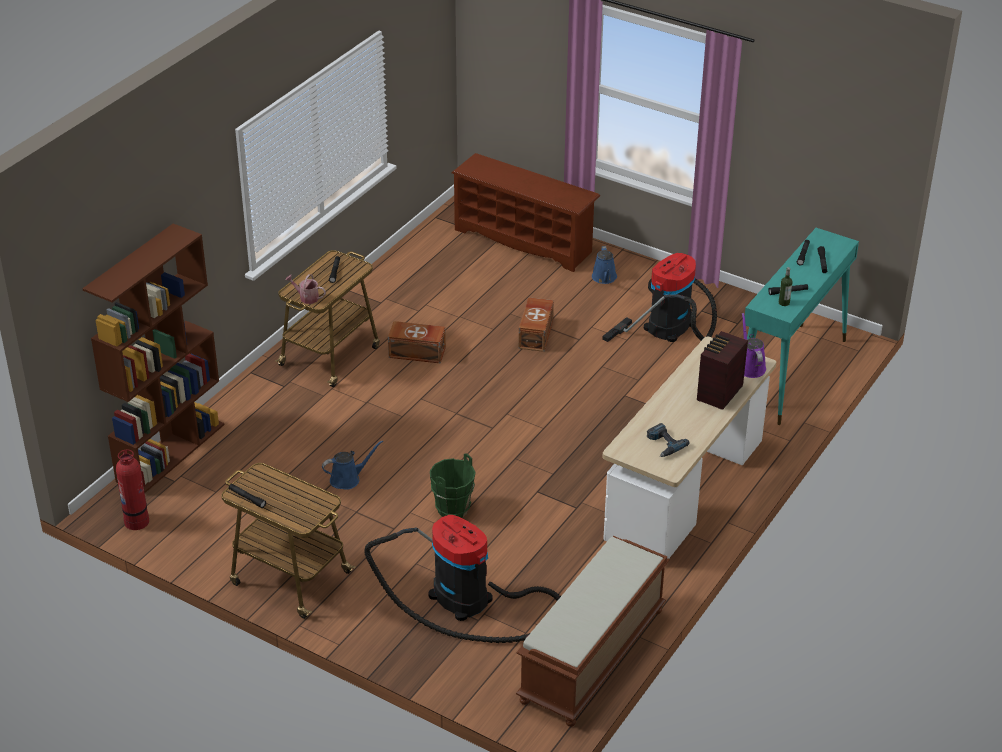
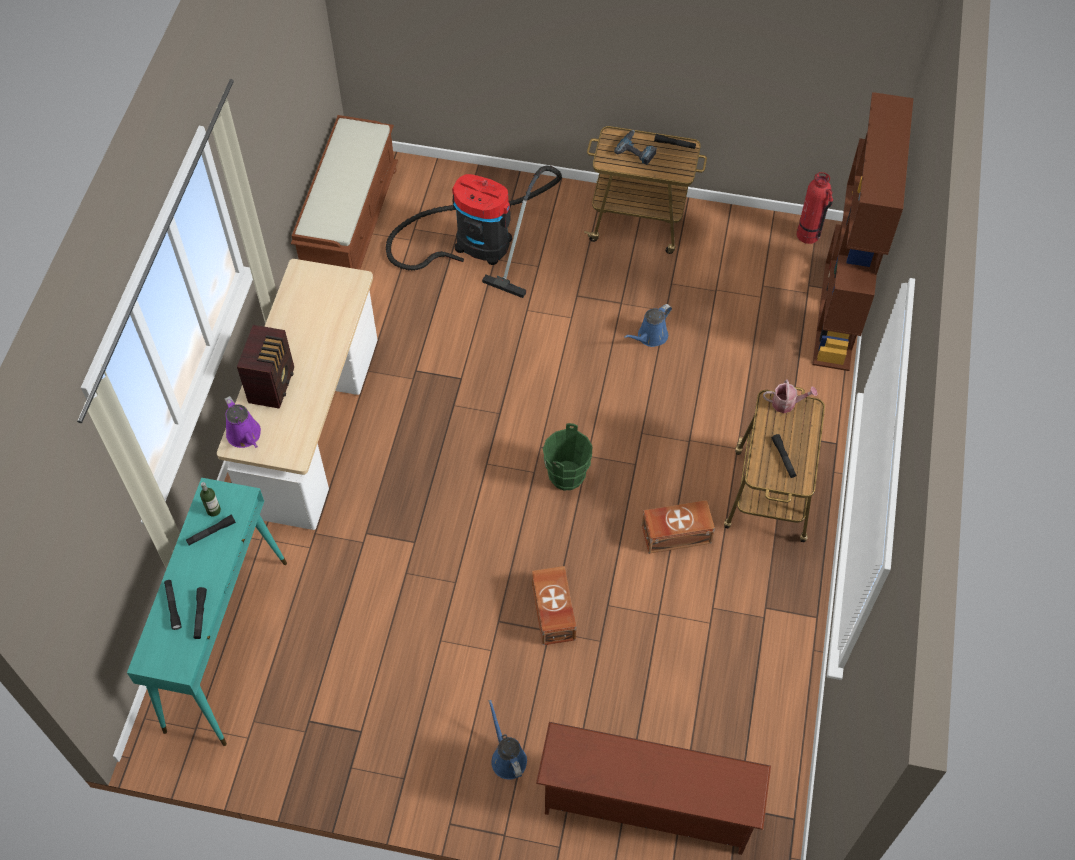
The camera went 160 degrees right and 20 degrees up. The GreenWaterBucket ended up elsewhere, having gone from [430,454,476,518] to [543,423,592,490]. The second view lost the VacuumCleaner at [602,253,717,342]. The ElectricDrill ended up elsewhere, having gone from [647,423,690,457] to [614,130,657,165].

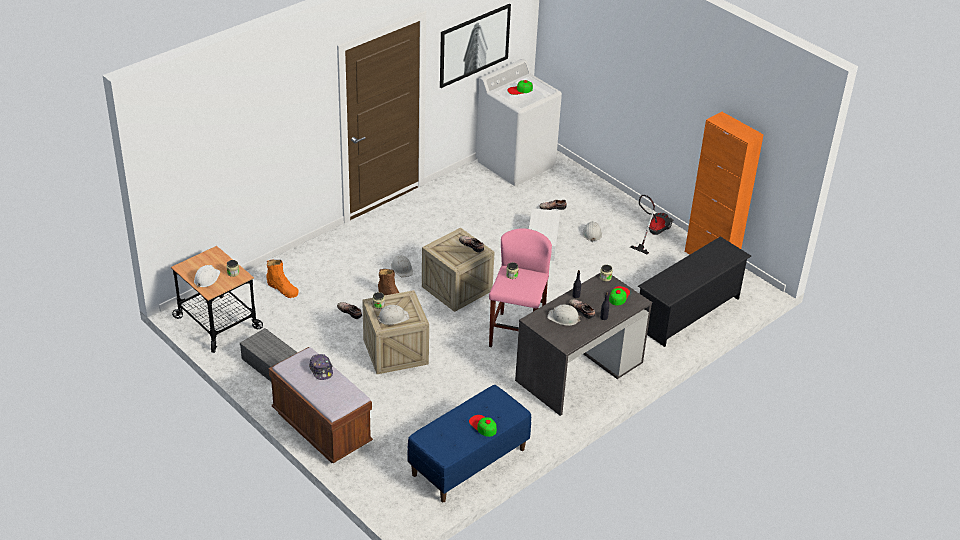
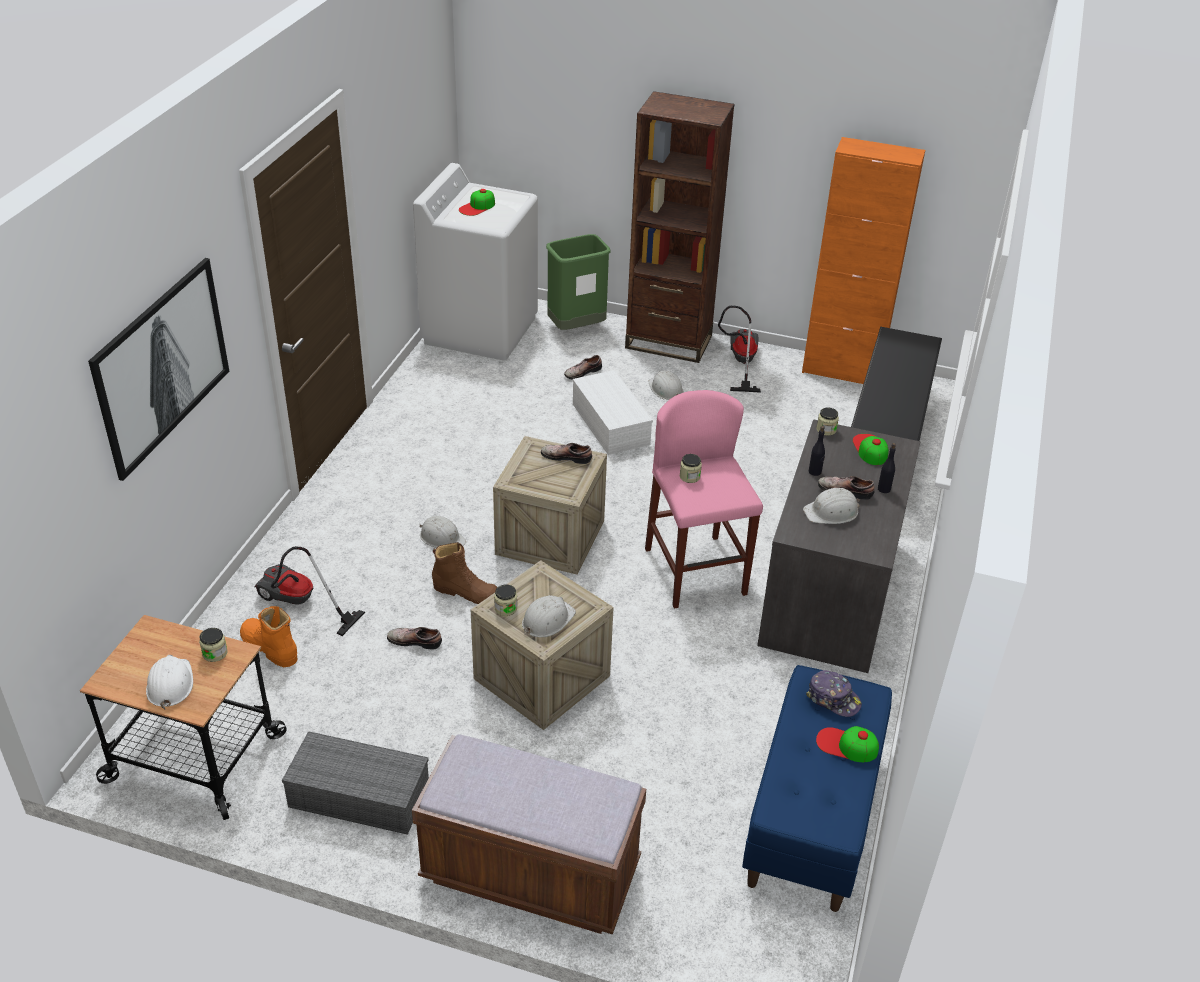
The camera went 30 degrees left and 0 degrees up. The OrangeHighTopBoot at [266,260,299,298] ended up facing another way, 150 degrees counterclockwise from before. The Cap ended up elsewhere, having gone from [309,354,333,380] to [806,670,862,717]. The Picture ended up elsewhere, having gone from [440,4,511,88] to [88,258,229,481]. The second view gained the VacuumCleaner at [254,546,365,636]. The second view gained the GreenWasteBin at [546,234,611,330]. The second view gained the BrownishShelvingUnit at [625,91,735,363].

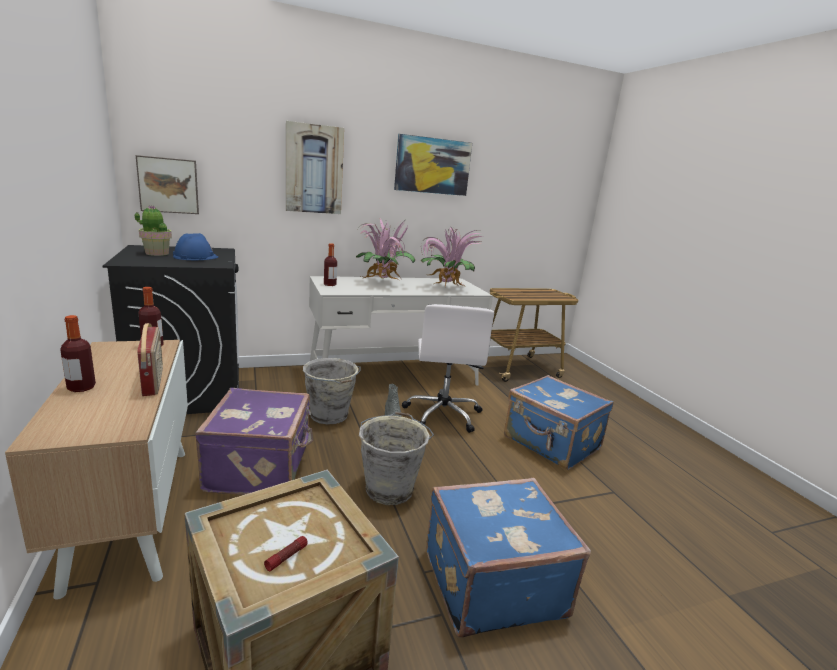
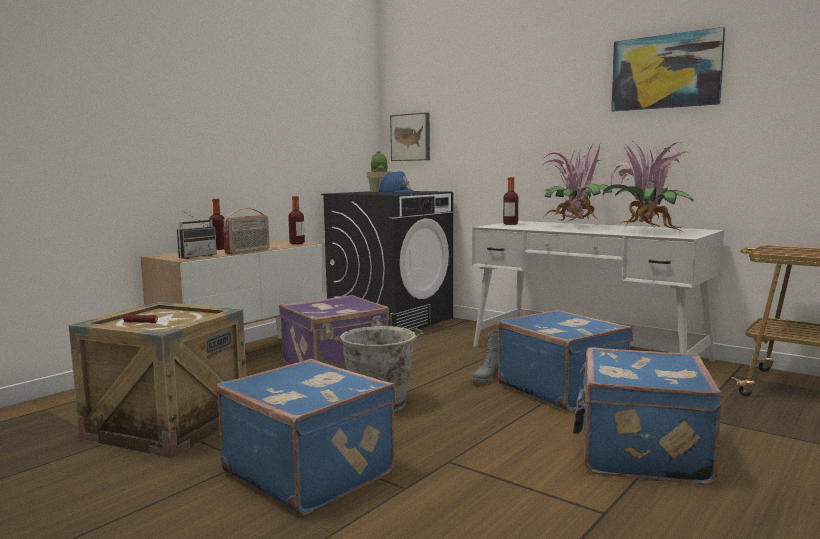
The camera went 60 degrees right and 10 degrees down. The second view lost the Picture at [286,121,344,214]. The second view lost the GrayWaterBucket at [303,358,361,425]. Where the WhiteComputerChair stood at [402,304,494,433], the BlueTravelCase came to stand at [498,310,633,411]. The second view gained the RadioReceiver at [177,211,217,259].

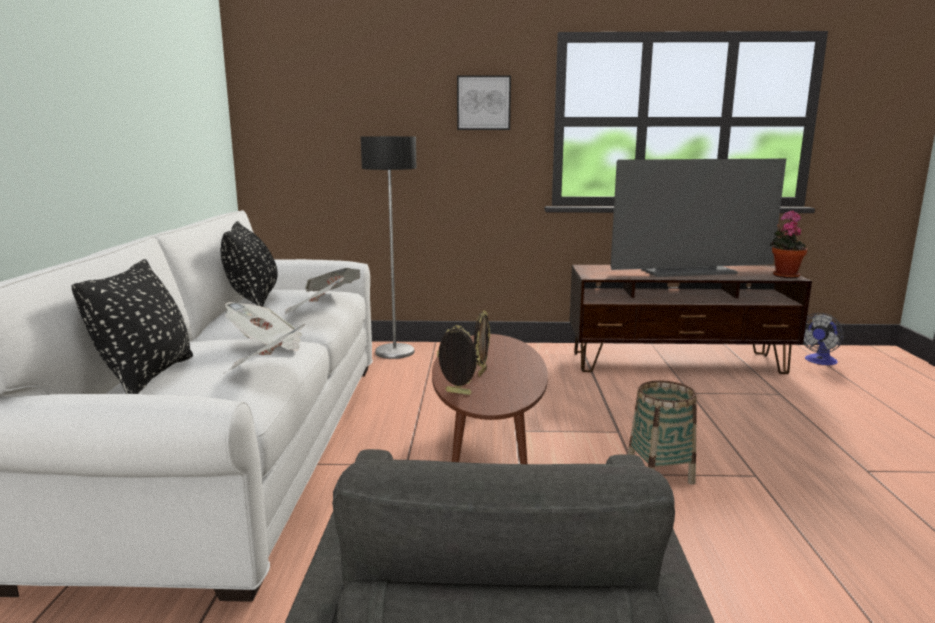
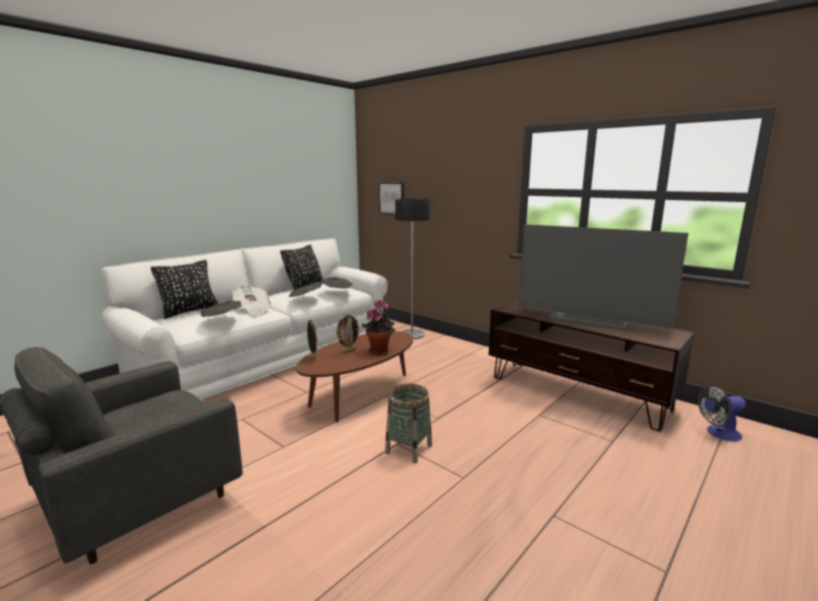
The camera went 40 degrees right and 0 degrees up. The Picture ended up elsewhere, having gone from [457,75,511,130] to [379,183,404,214]. The Houseplant ended up elsewhere, having gone from [770,211,807,278] to [362,299,395,355].

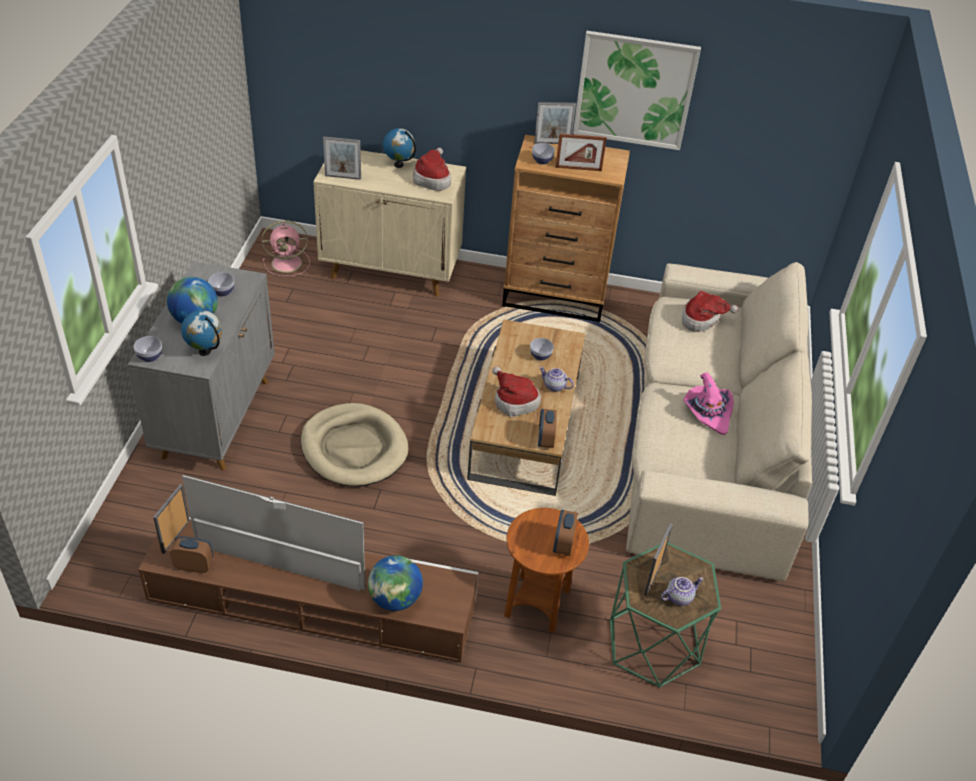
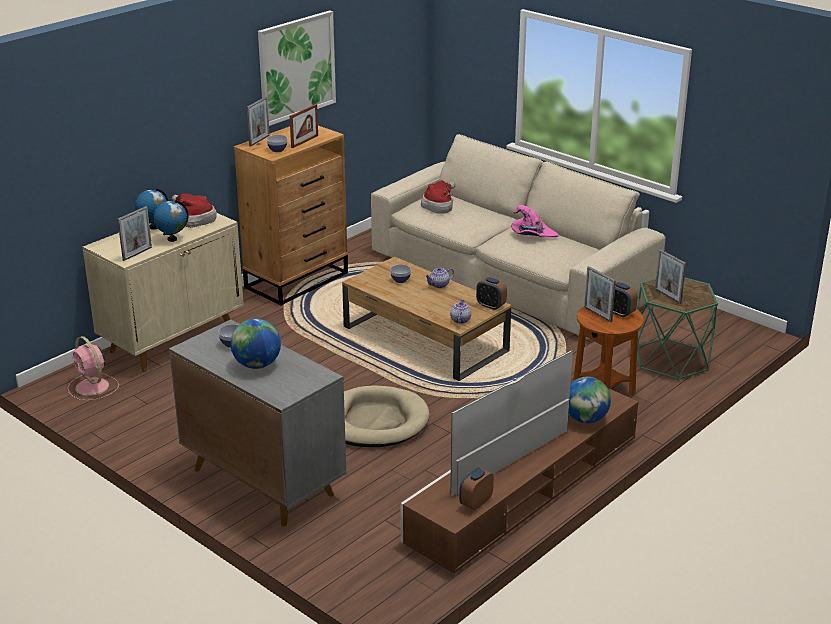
The camera went 55 degrees left and 15 degrees down. The second view lost the DeepDish at [134,336,162,362]. The PictureFrame ended up elsewhere, having gone from [153,484,190,554] to [584,266,616,322]. The DeskGlobe ended up elsewhere, having gone from [181,310,222,356] to [154,200,188,242]. The PinkColouredCoolingFan at [262,221,310,276] ended up facing another way, 120 degrees clockwise from before. The second view lost the ClothingHat at [492,366,541,417]. The TeaPot ended up elsewhere, having gone from [661,577,704,606] to [450,299,471,324].

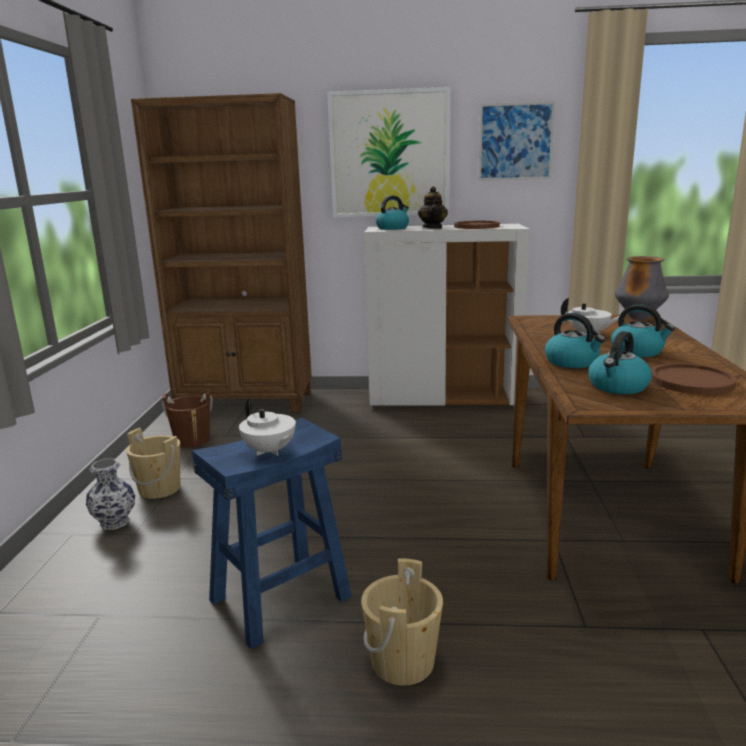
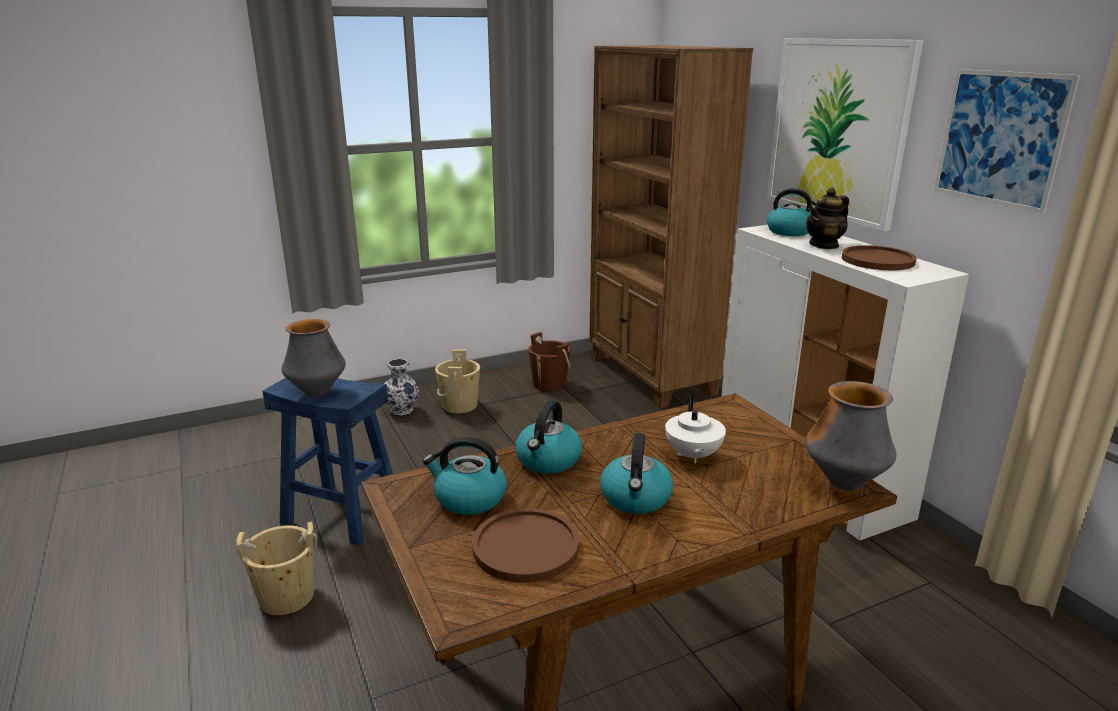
The camera went 60 degrees right and 5 degrees up. Where the WhiteTeaPot stood at [239,398,296,456], the Vase came to stand at [282,319,346,397].

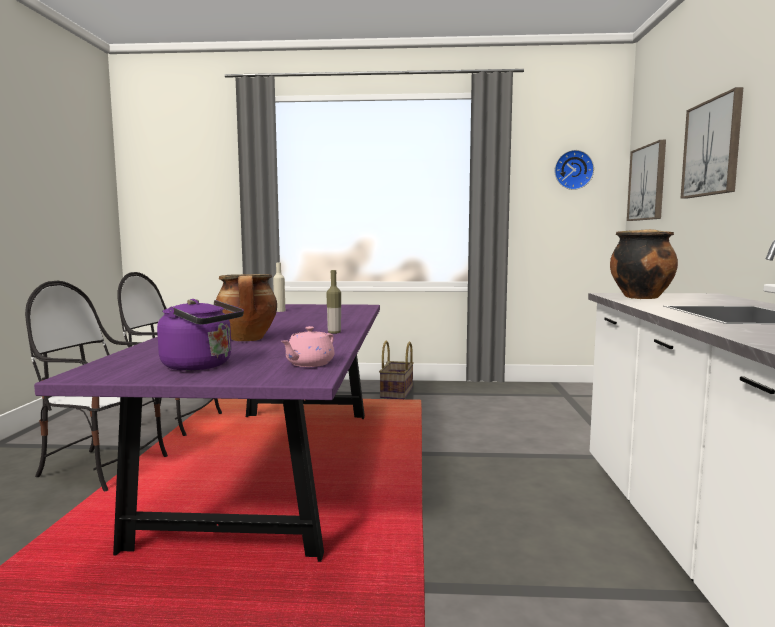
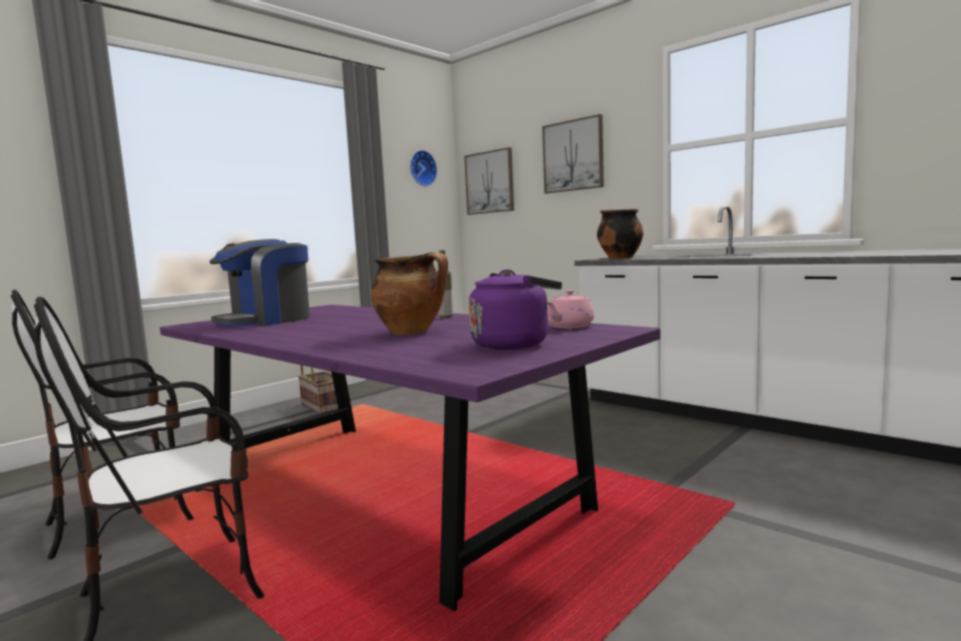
The camera went 50 degrees left and 0 degrees up. Where the SandColouredDrinkBottle stood at [273,263,285,312], the CoffeeMaker came to stand at [210,239,310,326]. The PinkColouredTeaPot at [281,326,334,367] ended up facing another way, 60 degrees clockwise from before.

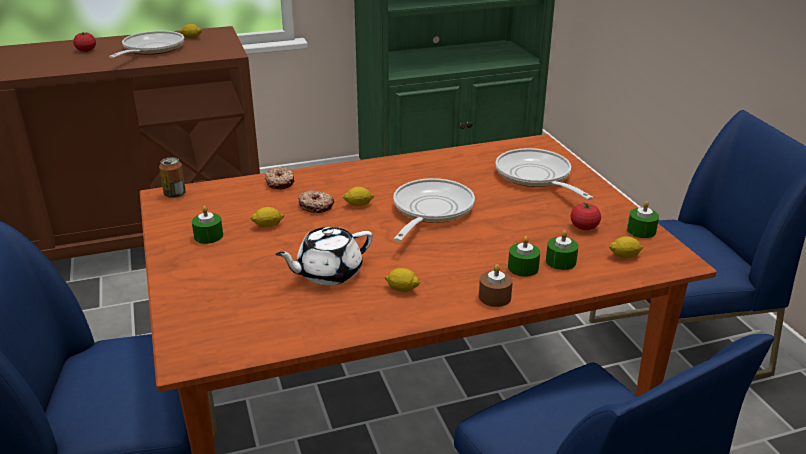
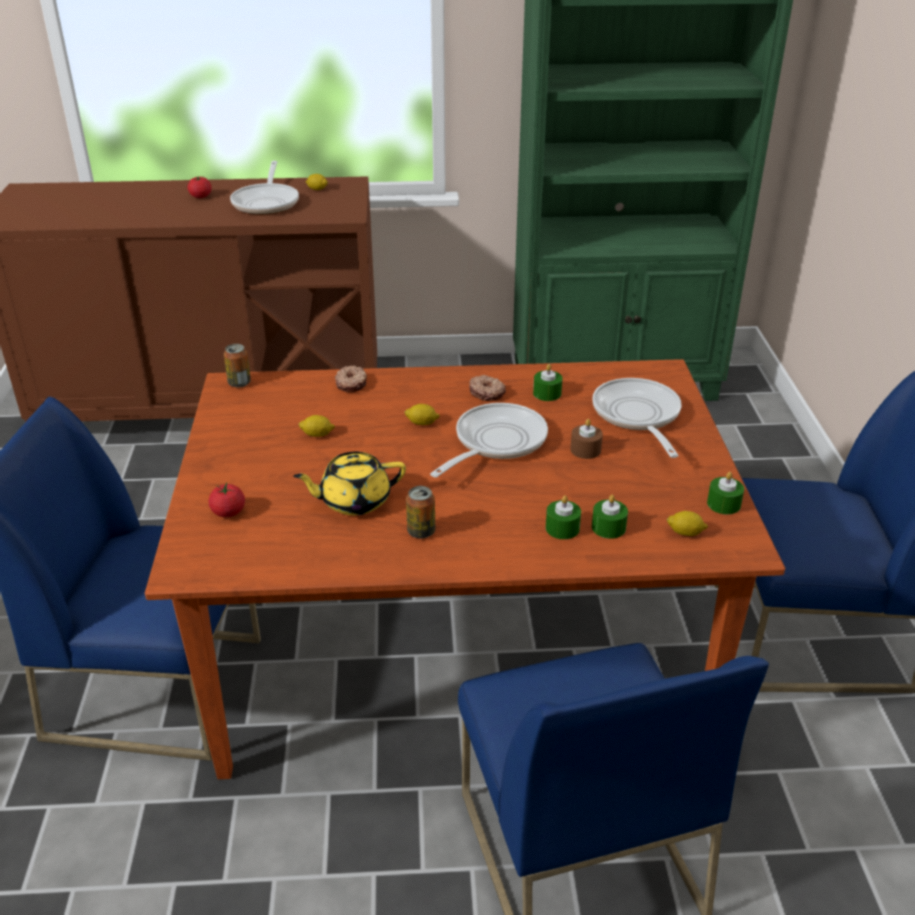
The camera went 15 degrees right and 5 degrees up. The FryingPan at [109,31,184,58] ended up facing another way, 150 degrees clockwise from before. The GreenCandle ended up elsewhere, having gone from [192,206,223,244] to [533,364,563,401]. What was the WhiteTeaPot at [275,227,373,286] turned into the YellowColouredTeaPot at [293,452,406,515]. The Donut ended up elsewhere, having gone from [298,190,334,213] to [469,375,506,401]. Where the WholeLemon stood at [385,268,420,292], the Can came to stand at [406,486,435,538]. The BrownishCandle ended up elsewhere, having gone from [479,264,513,307] to [570,419,603,459]. The WholeTomato ended up elsewhere, having gone from [571,201,601,230] to [209,483,245,517].

